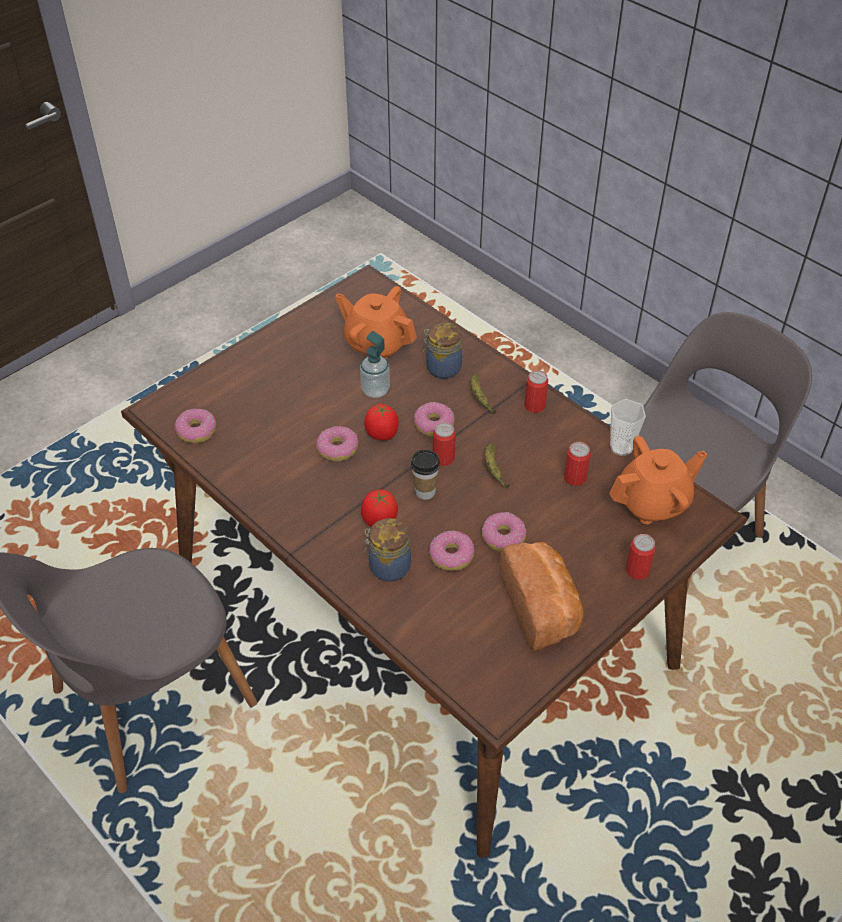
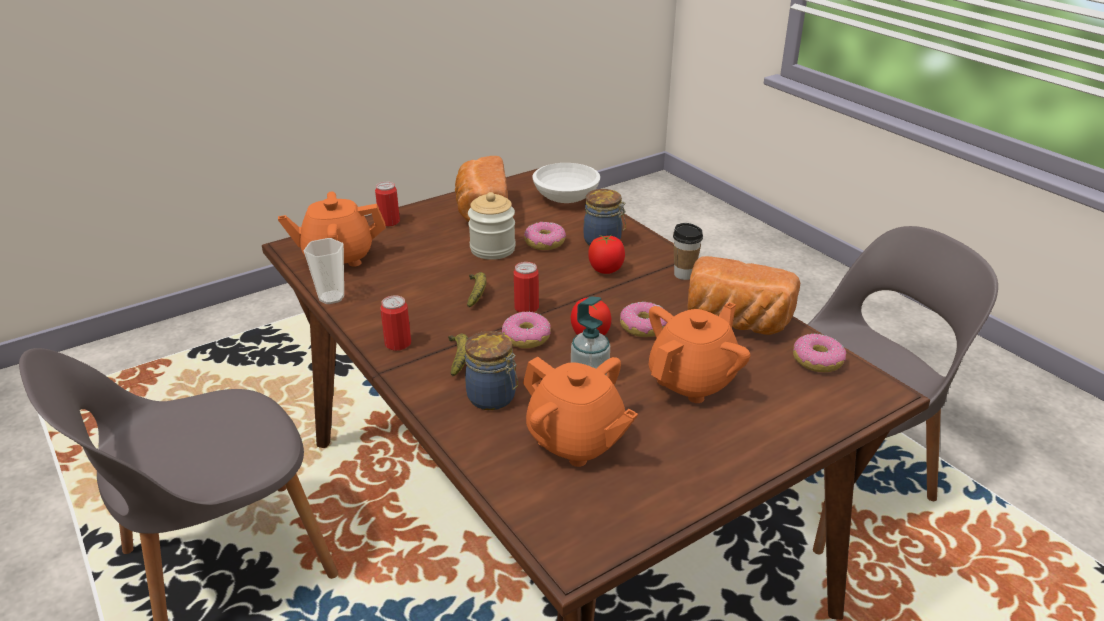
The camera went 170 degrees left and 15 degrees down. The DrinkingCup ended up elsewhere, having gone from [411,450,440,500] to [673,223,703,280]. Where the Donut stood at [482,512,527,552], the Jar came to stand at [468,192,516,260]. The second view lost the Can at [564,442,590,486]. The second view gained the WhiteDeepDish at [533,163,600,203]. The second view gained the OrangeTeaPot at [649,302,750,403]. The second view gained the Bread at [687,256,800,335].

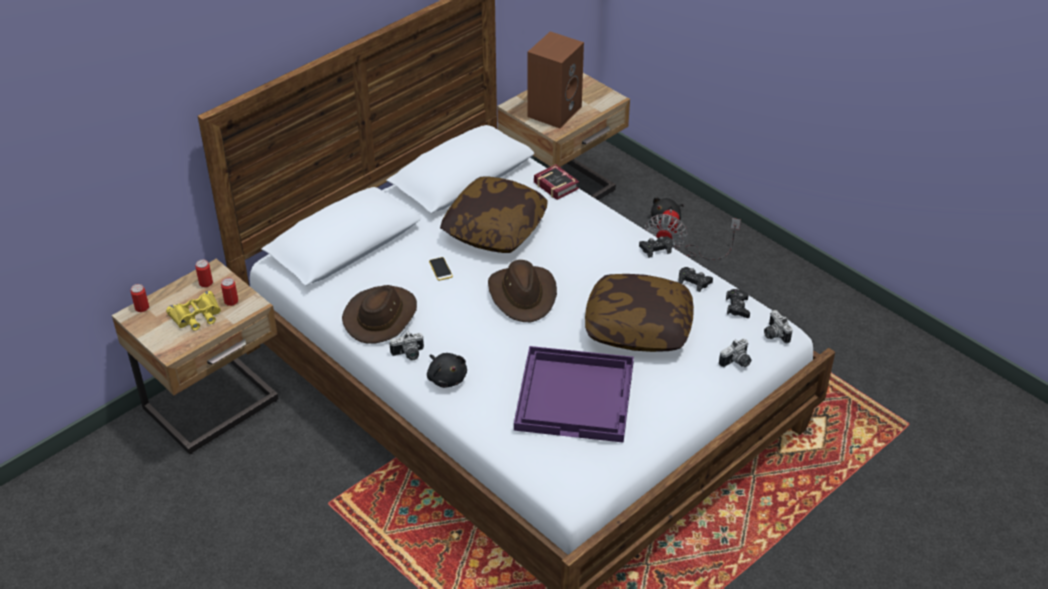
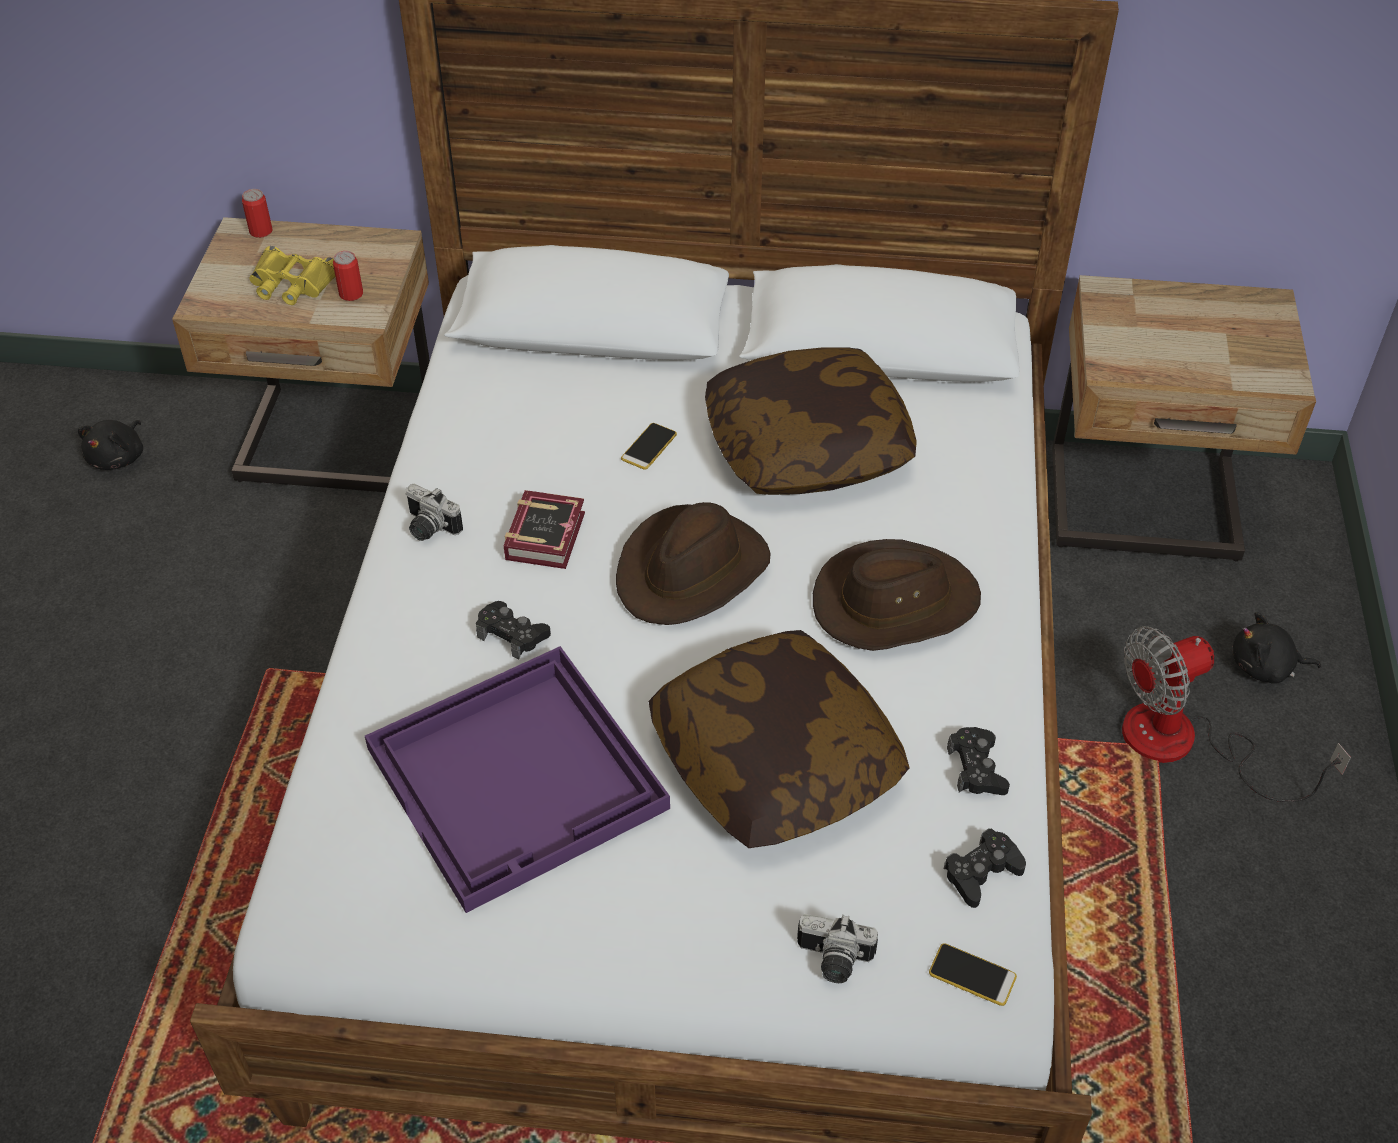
The camera went 50 degrees right and 5 degrees up. The second view lost the Can at [196,259,213,287]. The BrownishClothingHat ended up elsewhere, having gone from [342,285,417,344] to [813,539,981,651]. The BlackSoftToy ended up elsewhere, having gone from [427,353,467,388] to [78,420,143,470]. The second view lost the BrownishAudioSpeaker at [527,31,584,128]. The Book ended up elsewhere, having gone from [534,164,579,200] to [504,490,585,569]. The BlackGamepad ended up elsewhere, having gone from [639,236,673,258] to [476,601,551,660]. Where the PhotoCamera stood at [764,310,793,343], the Phone came to stand at [929,943,1017,1006].

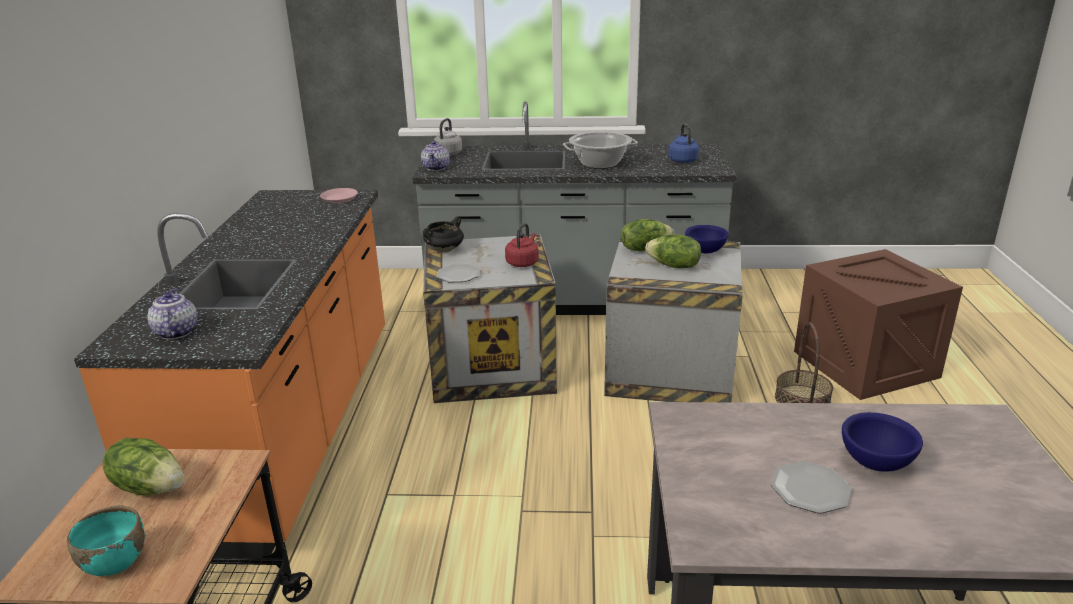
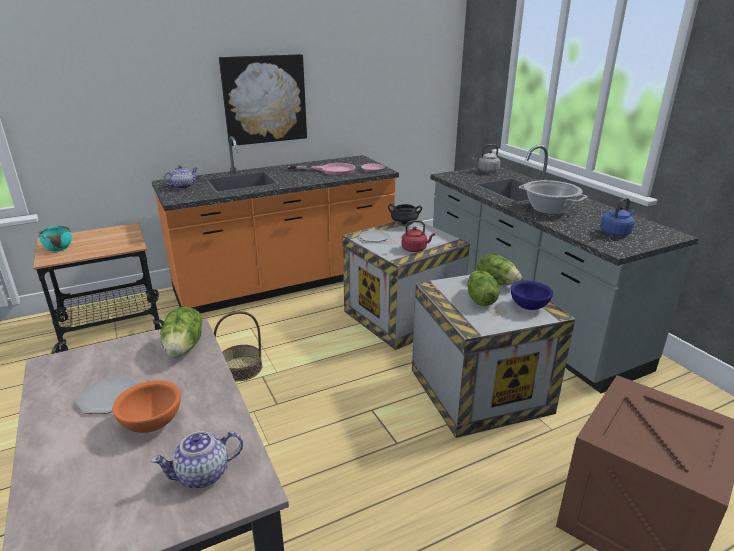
The camera went 60 degrees right and 0 degrees up. The HeadOfLettuce ended up elsewhere, having gone from [103,438,184,496] to [160,307,203,358]. The TeaPot ended up elsewhere, having gone from [421,141,450,171] to [151,431,243,488]. The HouseholdBasket ended up elsewhere, having gone from [775,322,833,403] to [214,311,262,381]. What was the BlueDeepDish at [842,412,923,472] turned into the OrangeDeepDish at [112,380,181,433]. The second view gained the Picture at [219,54,307,146]. The second view gained the PinkColouredFryingPan at [288,163,356,175].

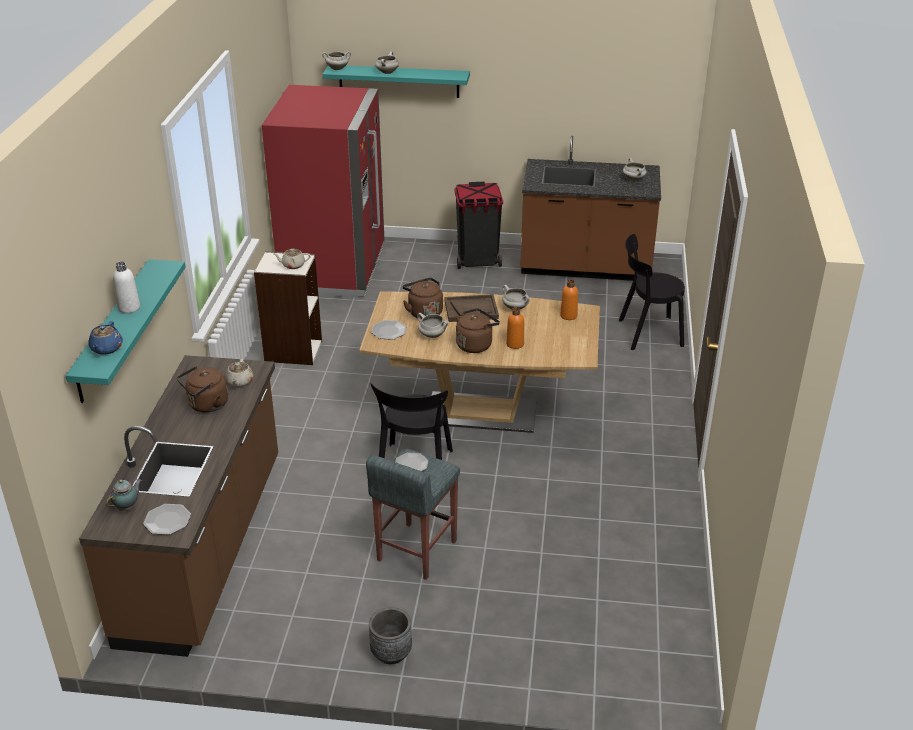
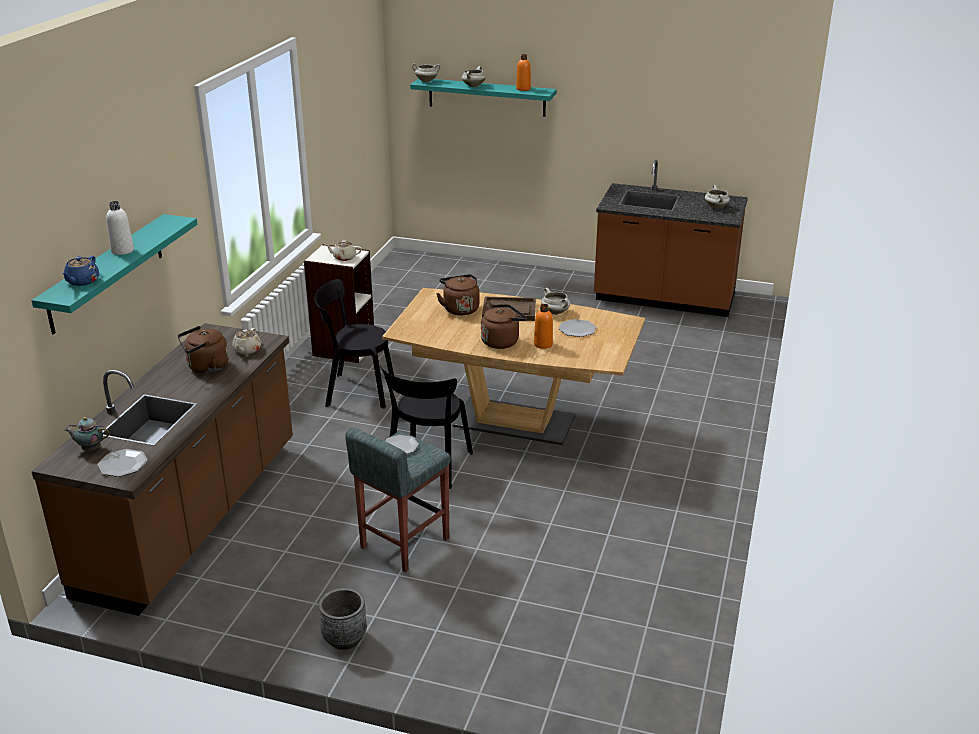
The camera went 10 degrees right and 5 degrees down. The TeaPot at [106,478,142,511] ended up facing another way, 135 degrees counterclockwise from before. The second view lost the RedRefrigerator at [262,85,384,298]. The DinnerPlate ended up elsewhere, having gone from [371,320,407,340] to [559,319,596,337]. The second view lost the WhiteCookingPot at [417,313,448,338]. The second view lost the BlackWasteBin at [454,182,503,269]. The OrangeDrinkBottle ended up elsewhere, having gone from [560,280,578,320] to [516,54,531,91]. The BlackPlainChair ended up elsewhere, having gone from [619,234,685,350] to [314,279,394,409].

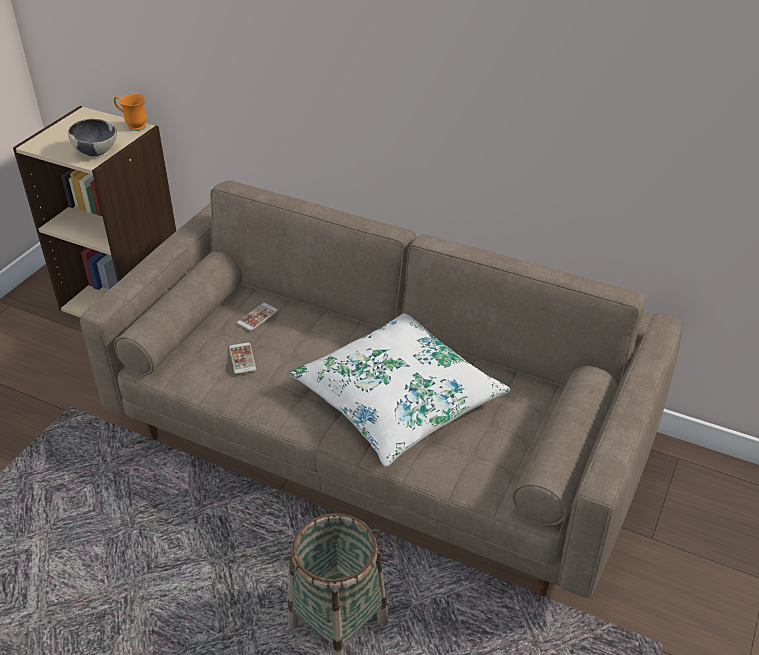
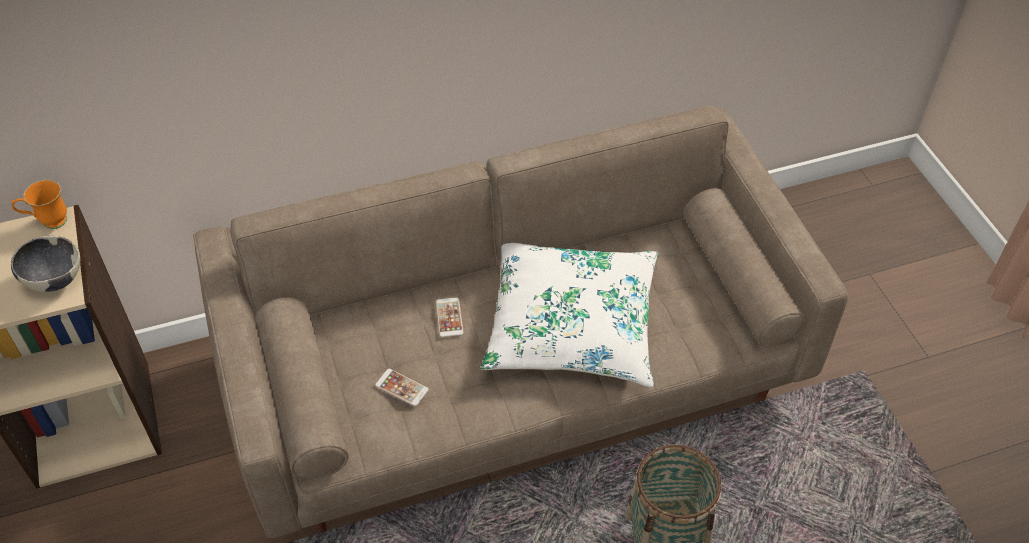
The camera went 45 degrees left and 10 degrees up. The Phone ended up elsewhere, having gone from [237,303,278,331] to [436,297,464,338].

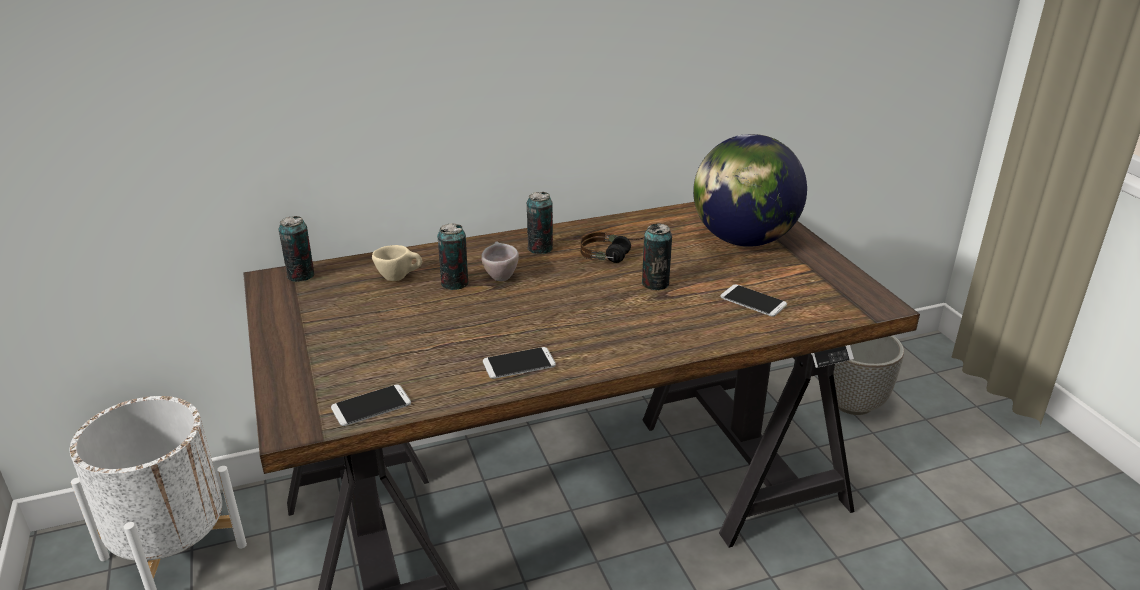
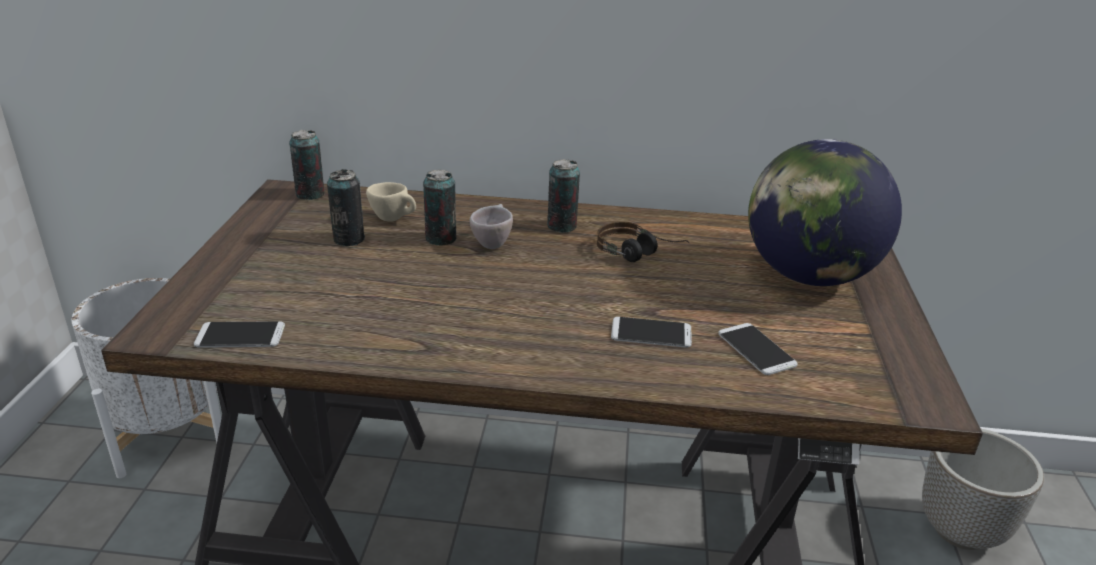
The camera went 25 degrees right and 0 degrees up. The Phone ended up elsewhere, having gone from [483,347,556,379] to [611,317,692,348]. The Can ended up elsewhere, having gone from [642,223,672,290] to [327,169,365,246].

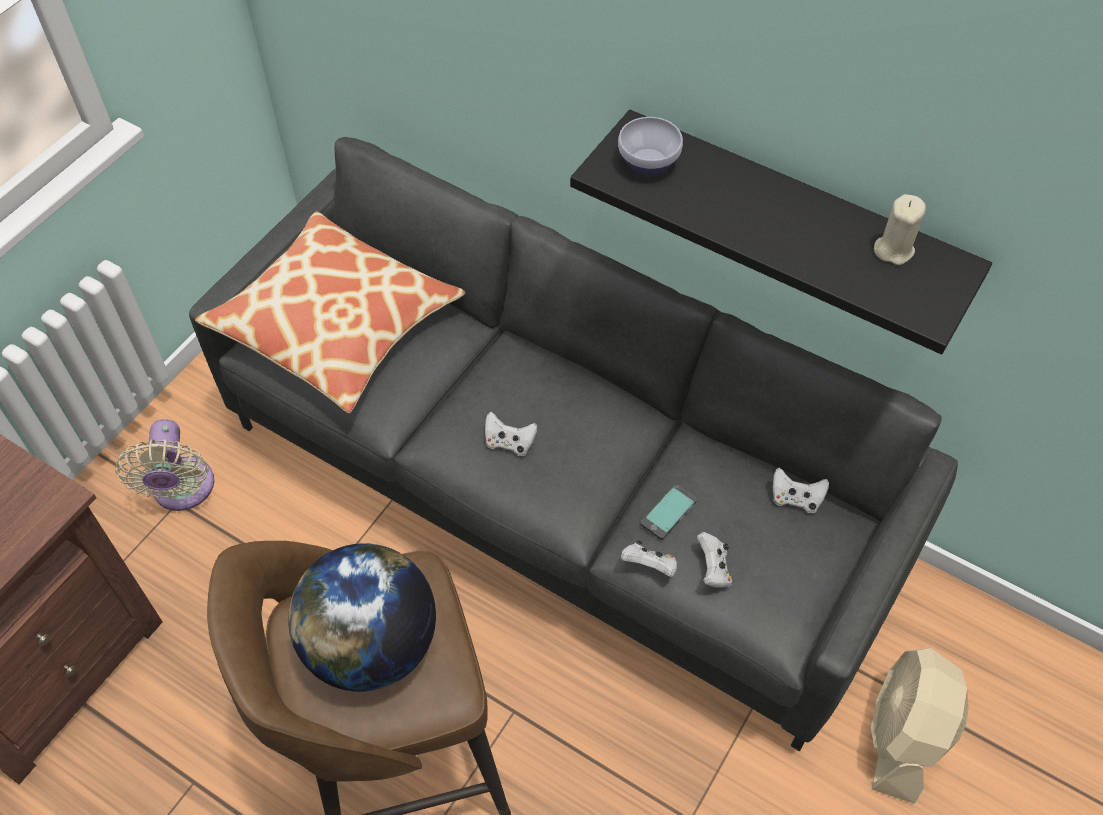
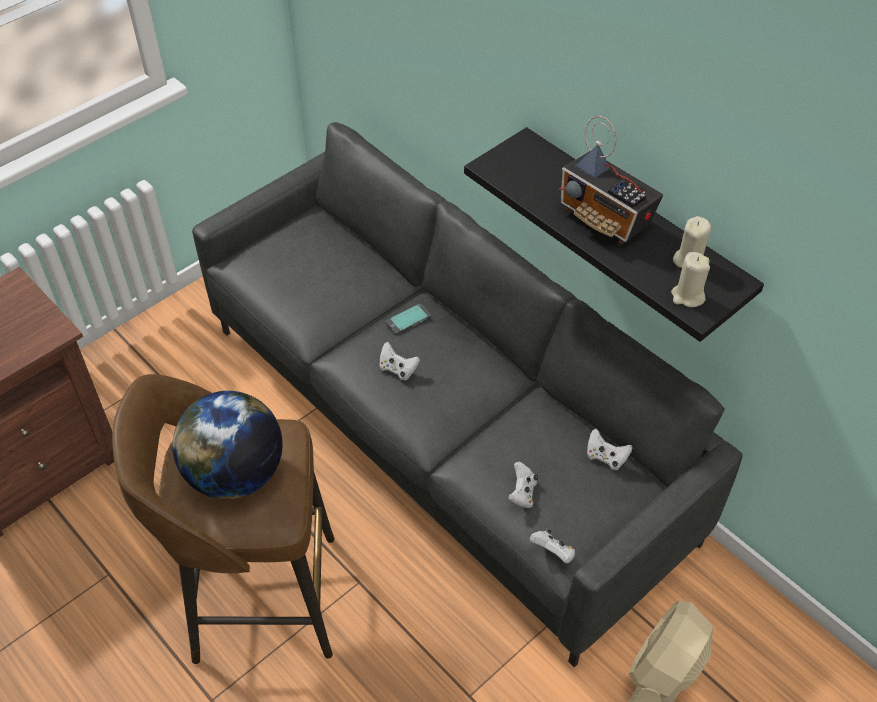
The camera went 15 degrees right and 5 degrees down. The second view lost the SandColouredCoolingFan at [115,419,214,511]. The second view lost the Pillow at [195,211,465,413]. The second view lost the DeepDish at [618,117,683,176]. The WhiteGamepad ended up elsewhere, having gone from [621,540,677,577] to [529,529,575,564]. The Phone ended up elsewhere, having gone from [641,485,697,540] to [385,303,431,335]. The second view gained the RadioReceiver at [559,116,663,245]. The second view gained the SandColouredCandle at [671,252,710,307].

